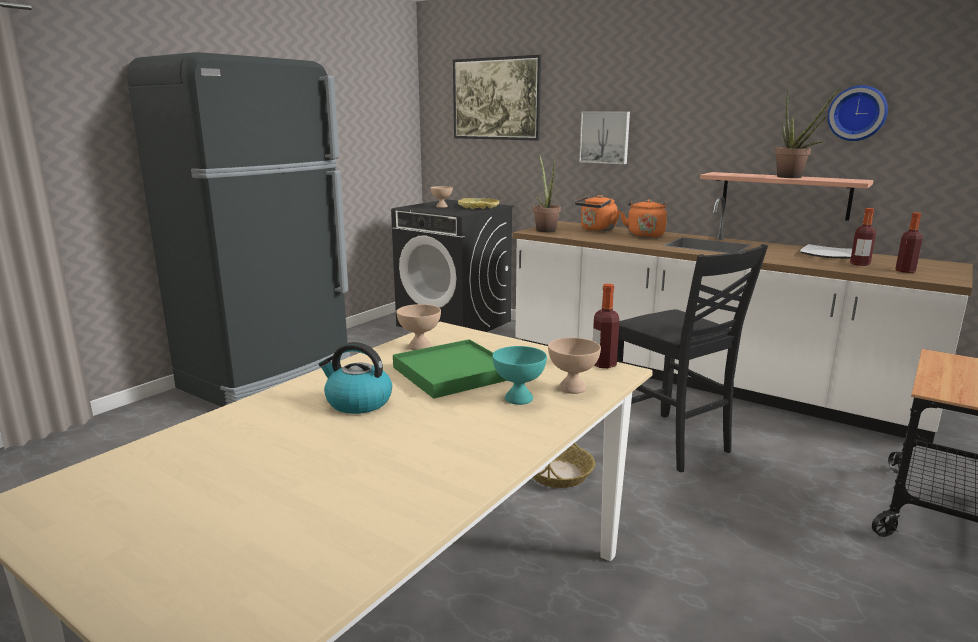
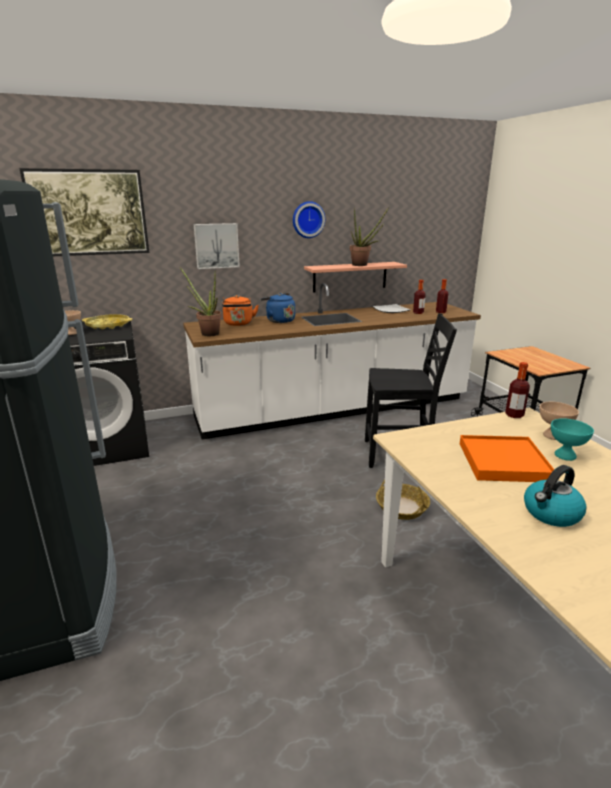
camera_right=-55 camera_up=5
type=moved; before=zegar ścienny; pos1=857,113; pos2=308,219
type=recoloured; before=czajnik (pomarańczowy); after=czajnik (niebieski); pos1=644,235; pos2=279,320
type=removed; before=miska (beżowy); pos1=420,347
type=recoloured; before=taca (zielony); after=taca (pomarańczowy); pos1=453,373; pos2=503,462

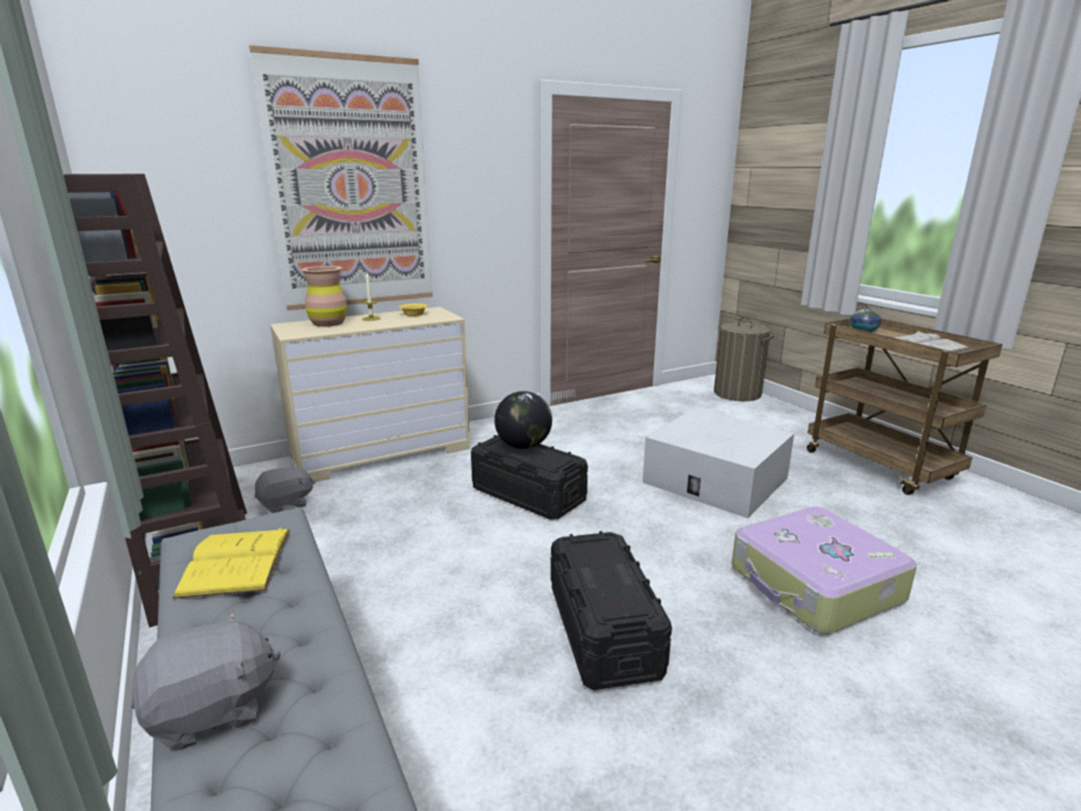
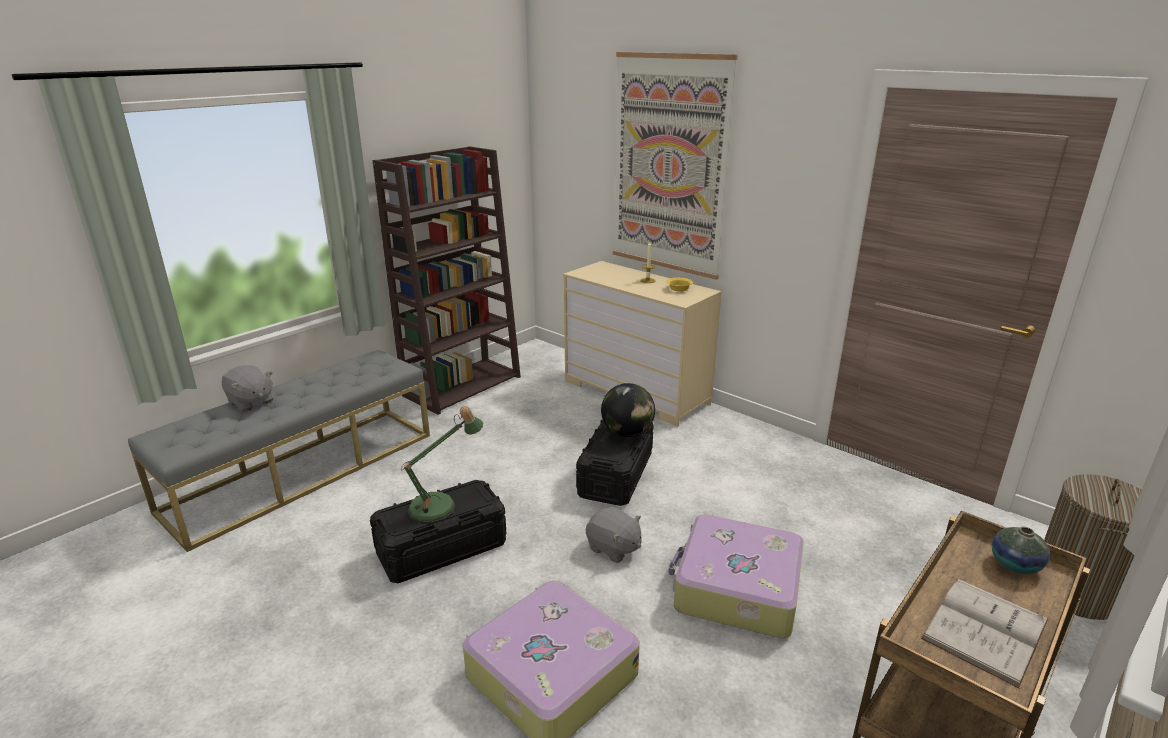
camera_right=70 camera_up=5
type=removed; before=wazon (brązowy); pos1=328,323
type=replaced; before=pojemnik do przechowywania (biały); after=walizka; pos1=715,480; pos2=735,589
type=moved; before=pluszak (szary); pos1=286,504; pos2=613,548
type=removed; before=książka (żółty); pos1=236,562
type=added; after=lampa stołowa; pos2=440,506

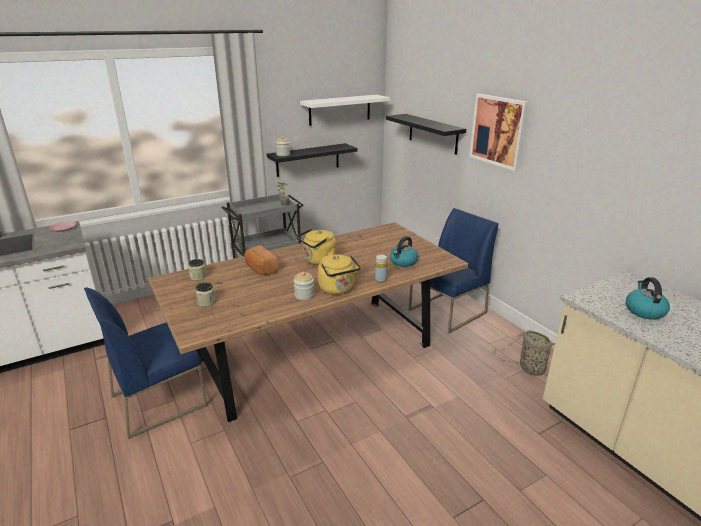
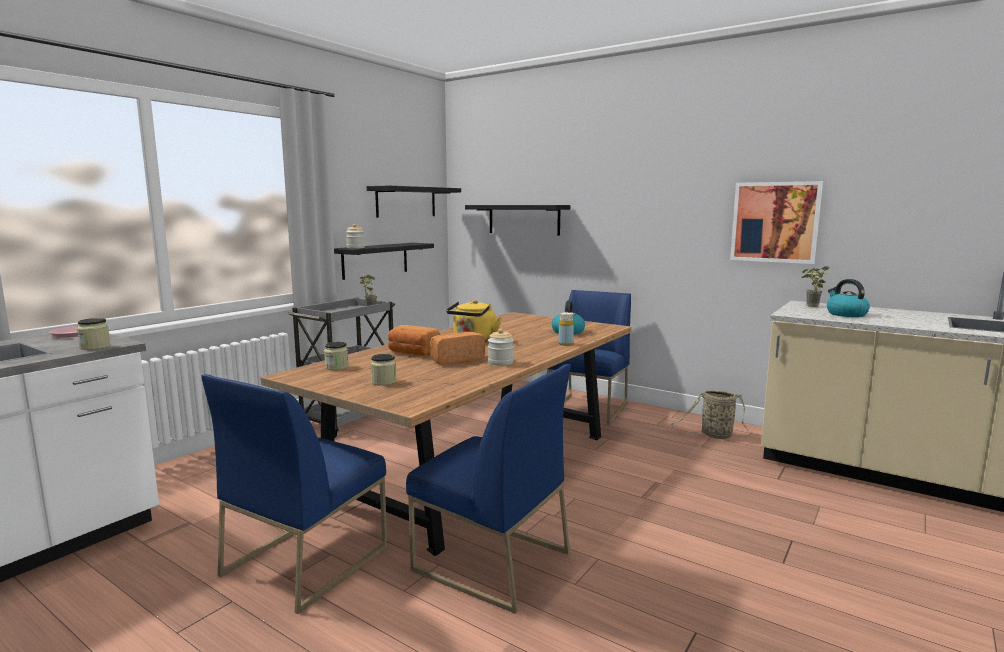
camera_right=-25 camera_up=-15
type=moved; before=obraz; pos1=498,131; pos2=775,222
type=recoloured; before=półka (biały); after=półka (czarny); pos1=340,110; pos2=406,202
type=removed; before=czajnik (żółty); pos1=338,289
type=added; after=roślina doniczkowa; pos2=810,306
type=added; after=słoik; pos2=95,347
type=added; after=chleb; pos2=455,360
type=added; after=krzesło (niebieski); pos2=490,561

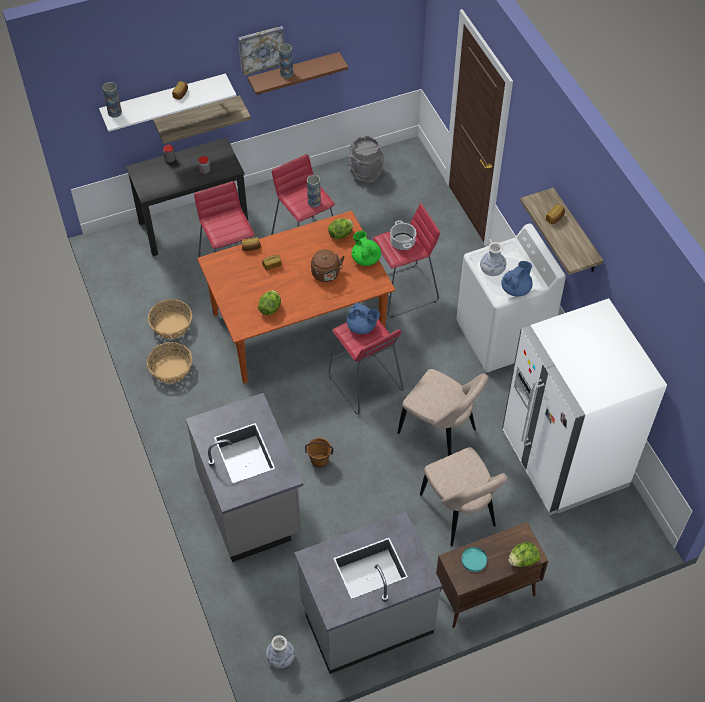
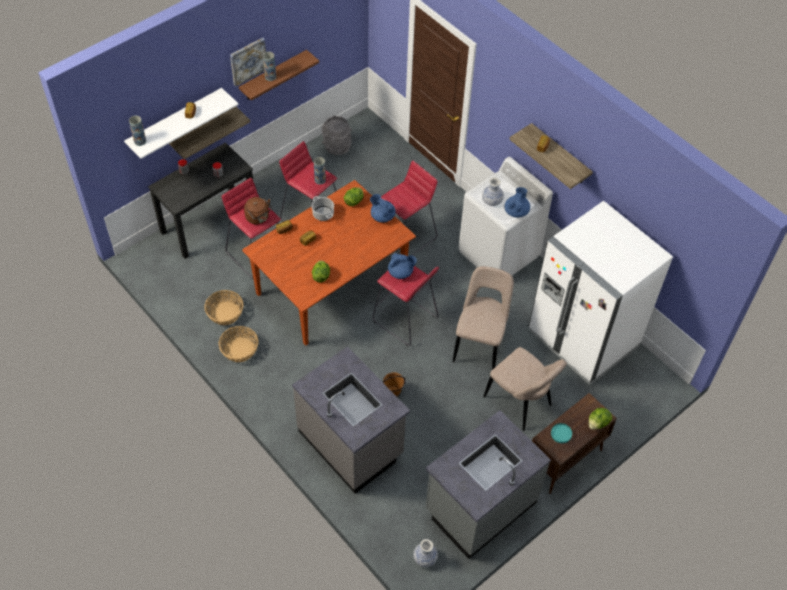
camera_right=-20 camera_up=0
type=moved; before=garnek; pos1=402,242; pos2=323,214
type=recoloured; before=imbryk (zielony); after=imbryk (niebieski); pos1=365,258; pos2=382,216
type=moved; before=czajnik (brązowy); pos1=326,275; pos2=258,218
type=turned; before=krzesło (beżowy); pos1=440,433; pos2=480,344; turn=-90

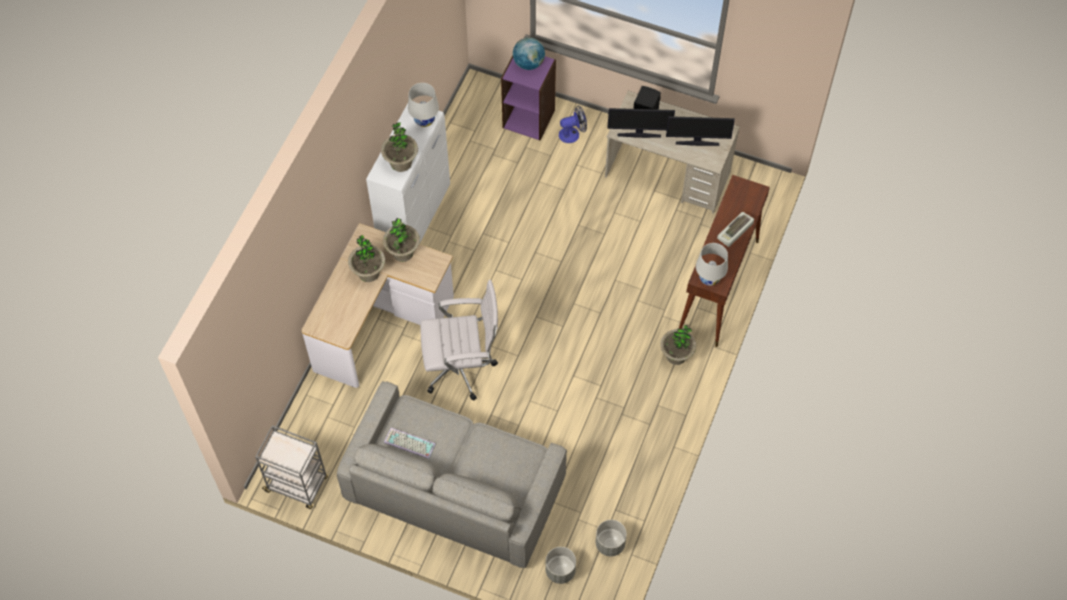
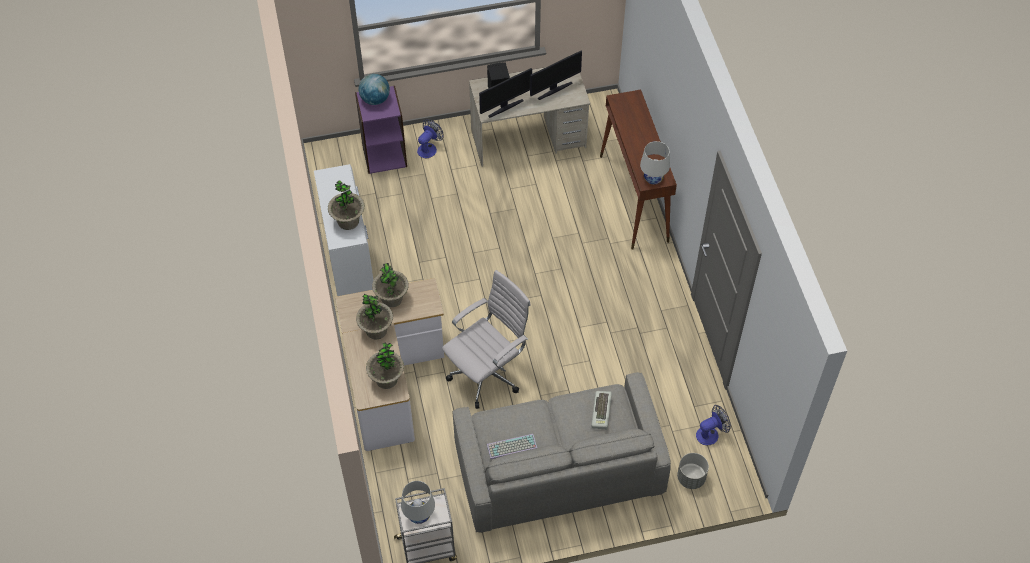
camera_right=-35 camera_up=-5
type=moved; before=lampa stołowa (biały); pos1=424,120; pos2=419,515
type=moved; before=klawiatura; pos1=735,231; pos2=602,412
type=moved; before=roślina doniczkowa; pos1=676,355; pos2=386,379
type=replaced; before=donica (szary); after=wentylator; pos1=610,543; pos2=711,433

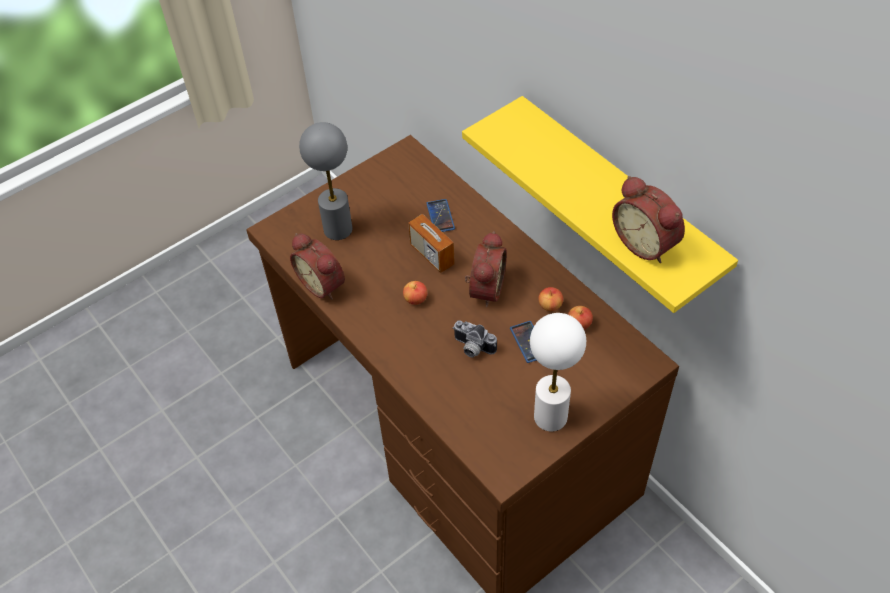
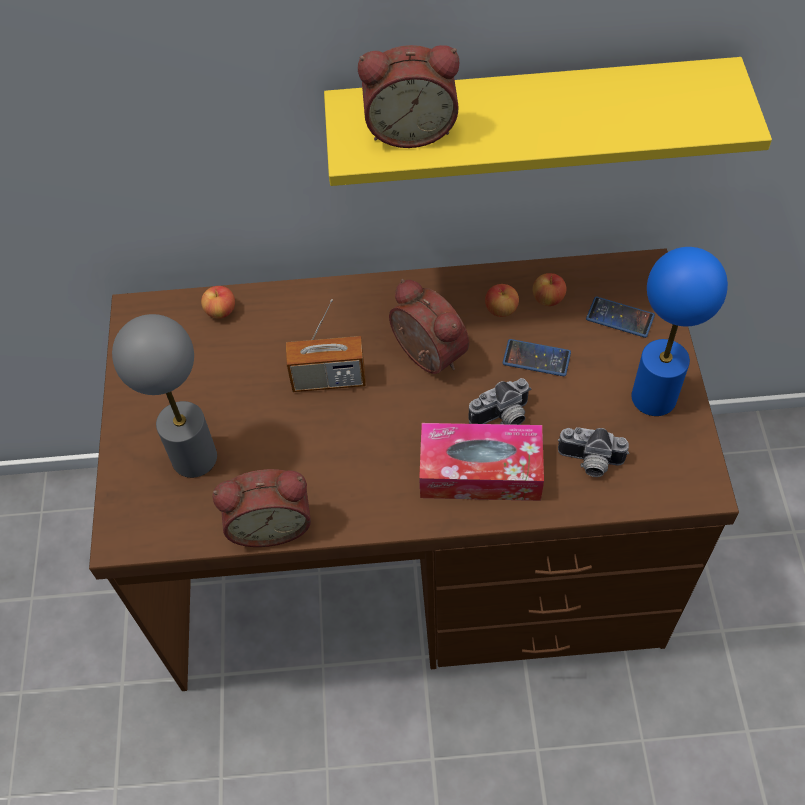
camera_right=-55 camera_up=5
type=moved; before=budzik; pos1=646,243; pos2=410,128
type=moved; before=telefon; pos1=440,216; pos2=620,317
type=moved; before=jabłko; pos1=415,299; pos2=220,311
type=recoloured; before=lampa stołowa (biały); after=lampa stołowa (niebieski); pos1=551,416; pos2=653,396
type=added; after=pudełko chusteczek; pos2=480,471
type=added; after=aparat fotograficzny; pos2=589,463

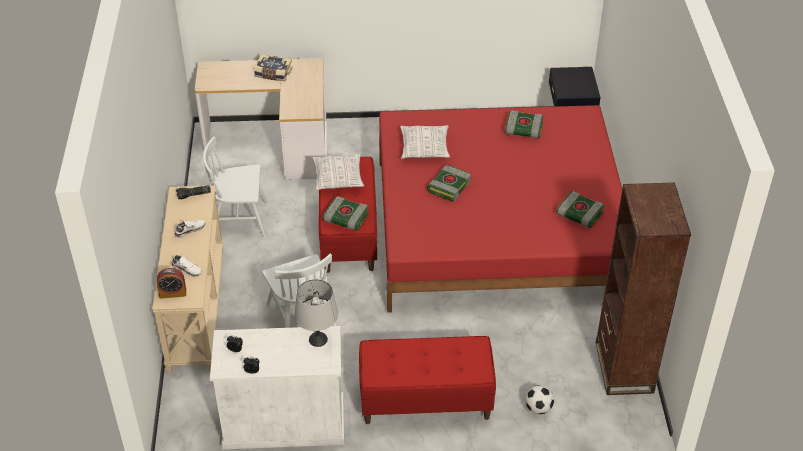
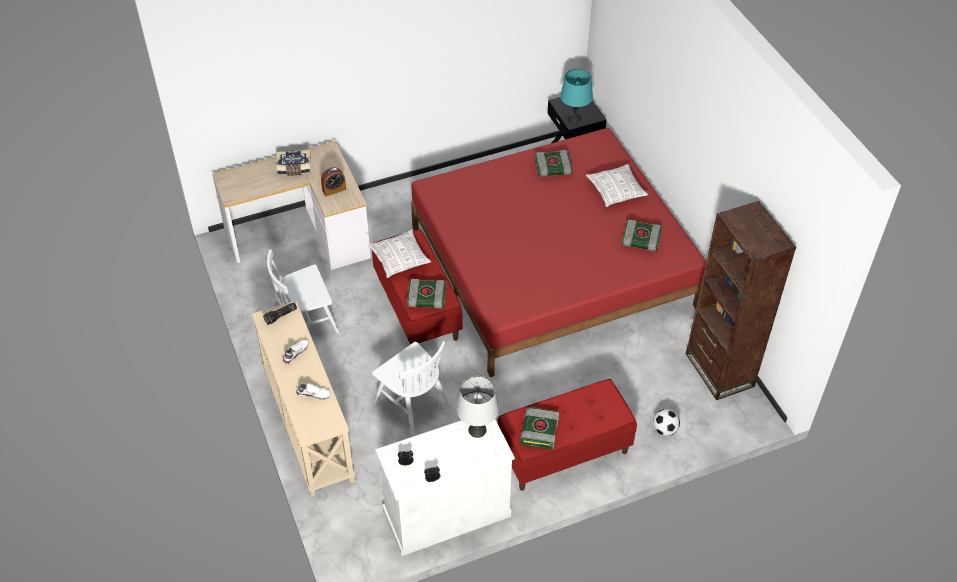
camera_right=-20 camera_up=5
type=moved; before=poduszka; pos1=424,148; pos2=616,191
type=moved; before=książka; pos1=449,186; pos2=539,431
type=moved; before=budzik; pos1=172,293; pos2=334,190
type=added; after=lampa stołowa (turkusowy); pos2=574,118

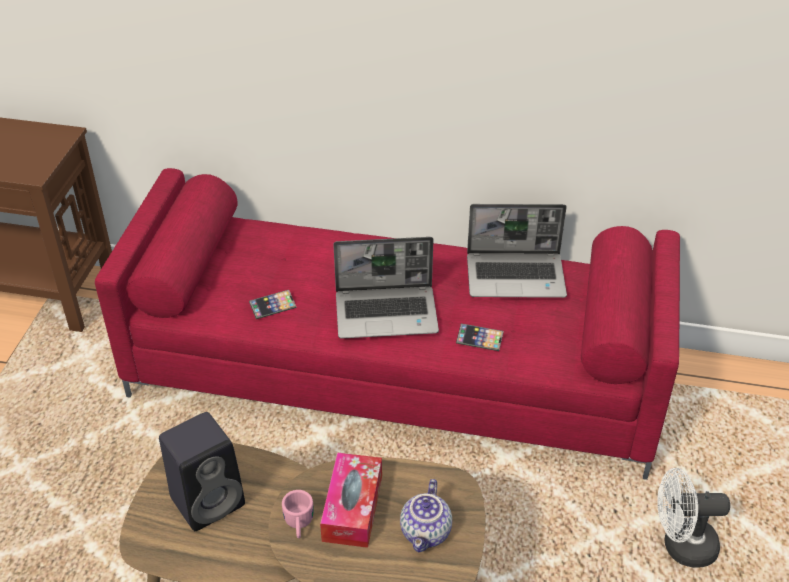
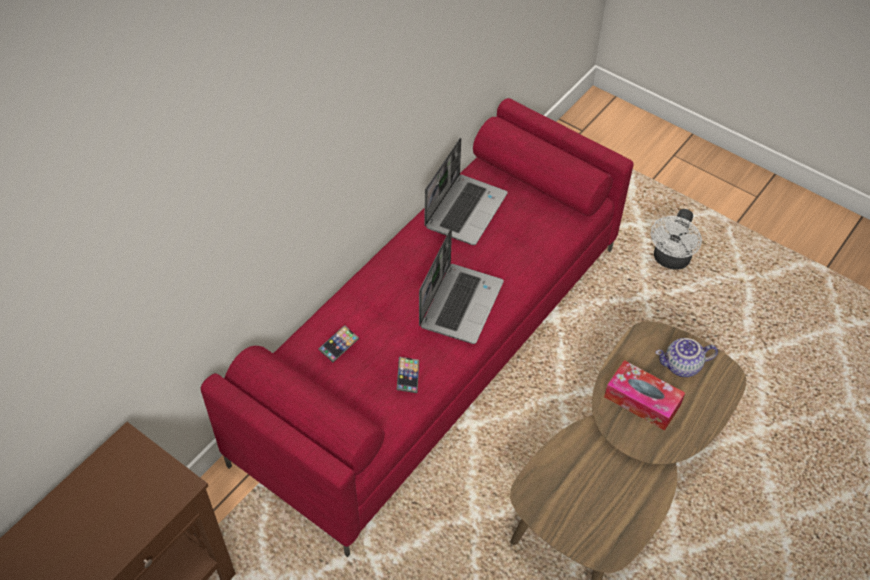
camera_right=-65 camera_up=10
type=moved; before=telefon; pos1=479,339; pos2=339,345
type=removed; before=głośnik (czarny); pos1=209,500
type=turned; before=imbryk; pos1=427,533; pos2=682,366; turn=135
type=removed; before=kubek (różowy); pos1=299,525

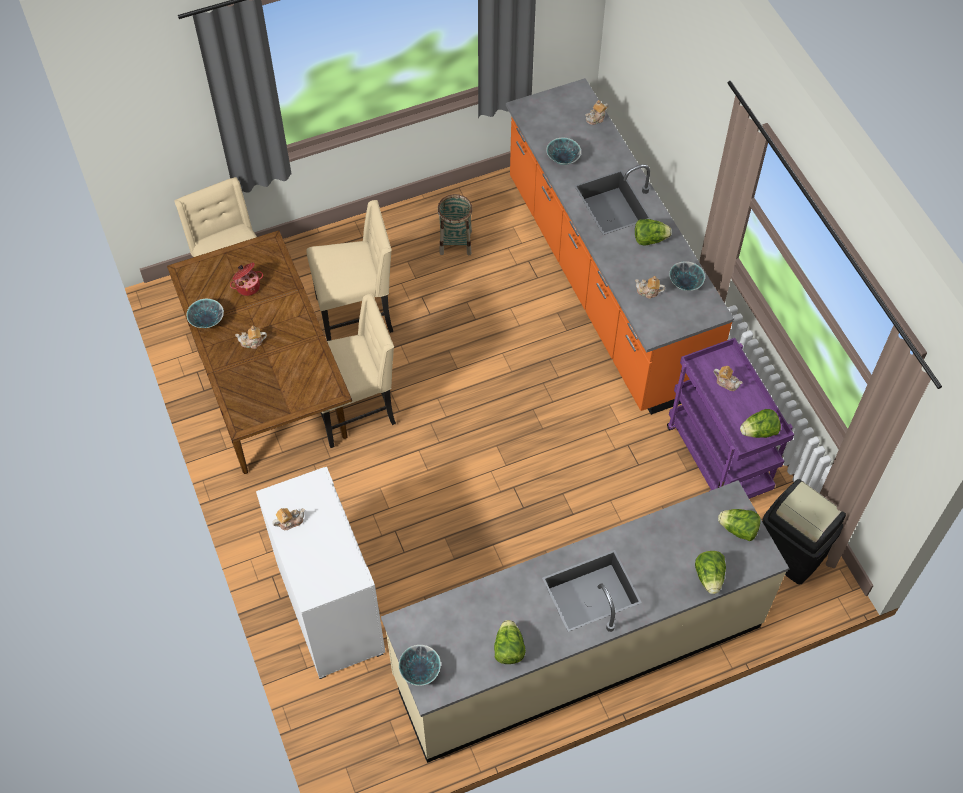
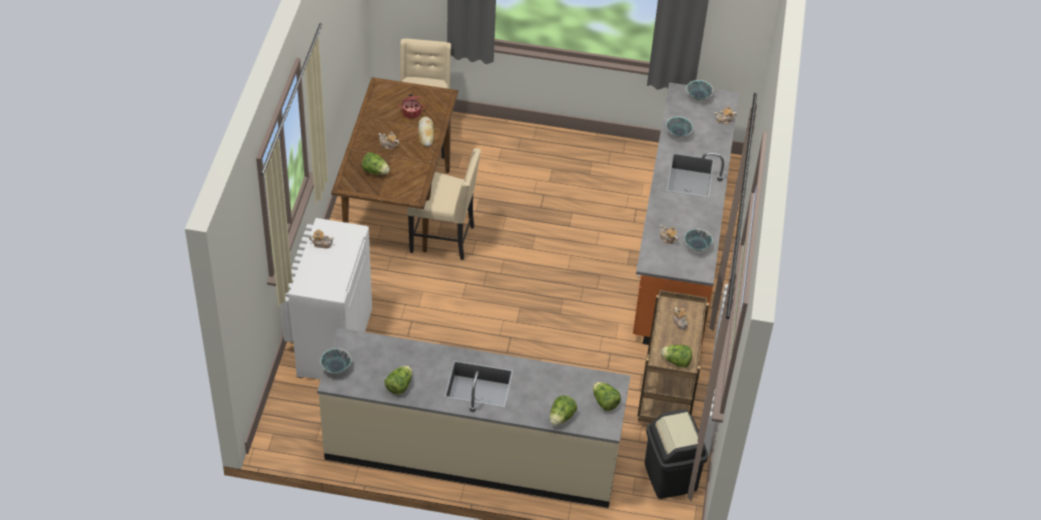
camera_right=30 camera_up=-10
type=removed; before=koszyk; pos1=455,242
type=removed; before=krzesło (beżowy); pos1=356,315
type=moved; before=sałata; pos1=650,239; pos2=375,171
type=moved; before=miska; pos1=207,322; pos2=698,97
type=recoloured; before=wózek (fioletowy); after=wózek (brązowy); pos1=719,459; pos2=668,395
type=added; after=chleb; pos2=426,134

